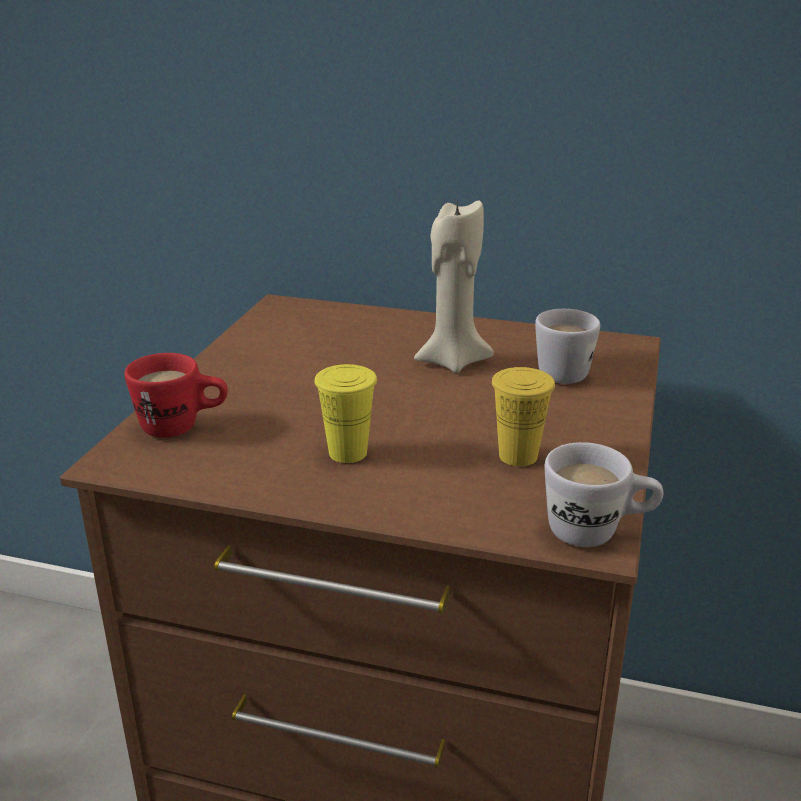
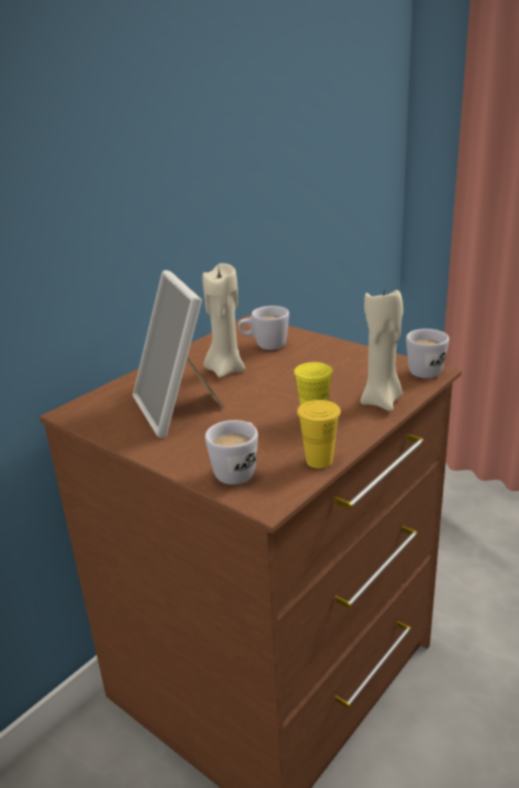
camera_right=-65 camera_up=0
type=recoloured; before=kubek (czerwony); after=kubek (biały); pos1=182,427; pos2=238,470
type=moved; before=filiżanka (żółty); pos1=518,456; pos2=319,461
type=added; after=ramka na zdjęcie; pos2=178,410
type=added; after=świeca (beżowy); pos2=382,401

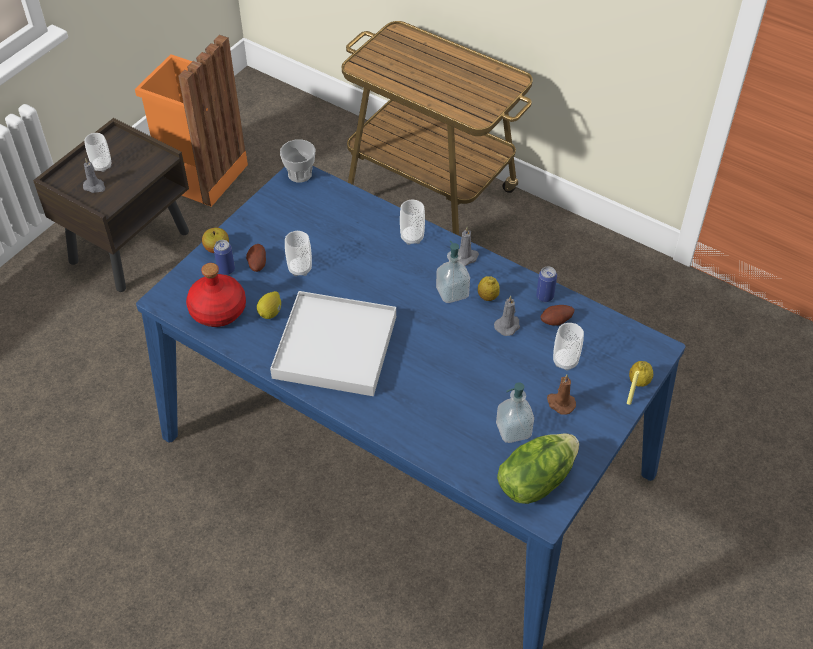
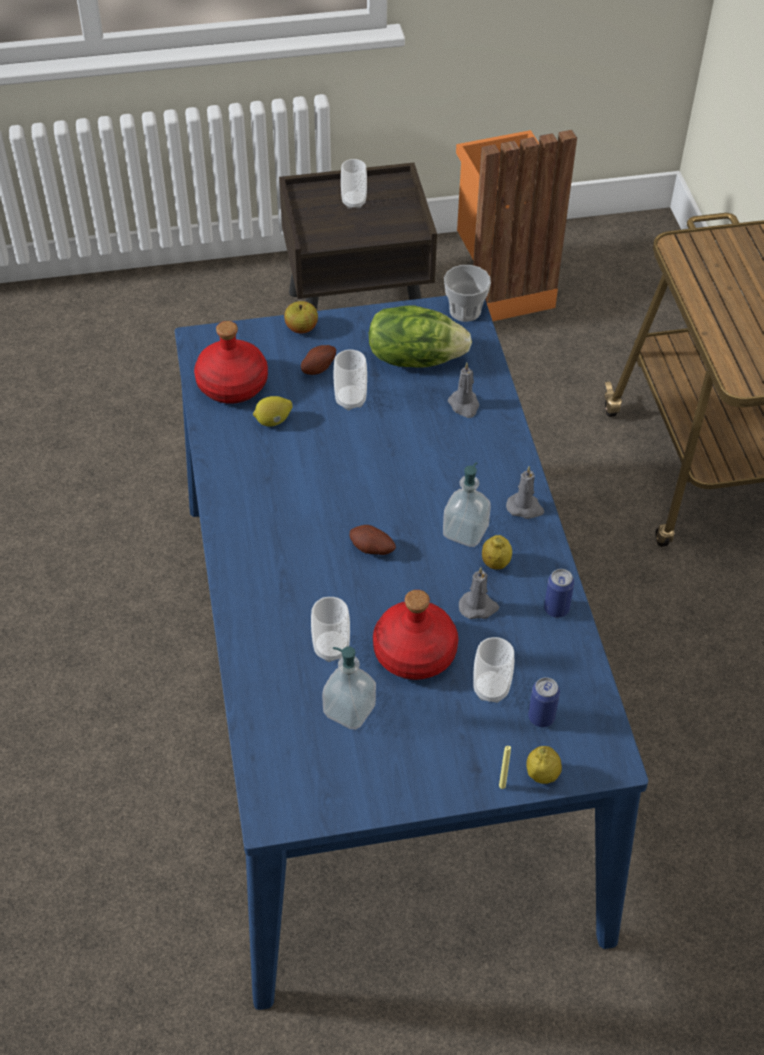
camera_right=45 camera_up=0
type=moved; before=świeca (szary); pos1=95,186; pos2=464,405
type=moved; before=filiżanka; pos1=412,237; pos2=331,648
type=moved; before=puszka; pos1=226,270; pos2=541,717
type=removed; before=taca (biały); pos1=335,346
type=moved; before=ziemniak; pos1=556,322; pos2=371,550
type=removed; before=świeca (brązowy); pos1=560,403
type=moved; before=sałata; pos1=535,480; pos2=415,357
type=added; after=butelka (czerwony); pos2=414,653

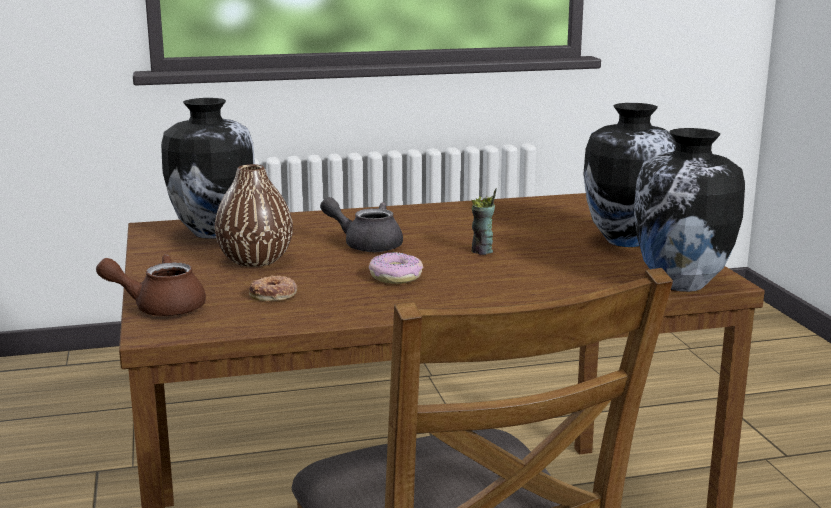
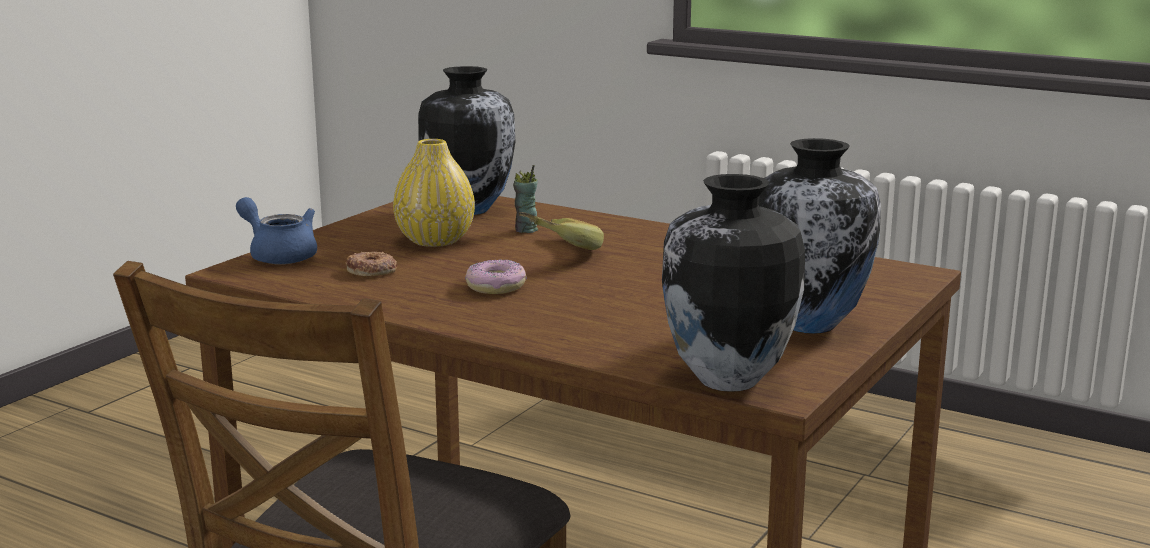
camera_right=45 camera_up=0
type=recoloured; before=wazon (brązowy); after=wazon (żółty); pos1=255,260; pos2=435,240
type=moved; before=filiżanka; pos1=482,251; pos2=526,230
type=replaced; before=imbryk (szary); after=banan; pos1=366,245; pos2=553,253
type=recoloured; before=imbryk (brązowy); after=imbryk (niebieski); pos1=160,307; pos2=279,255

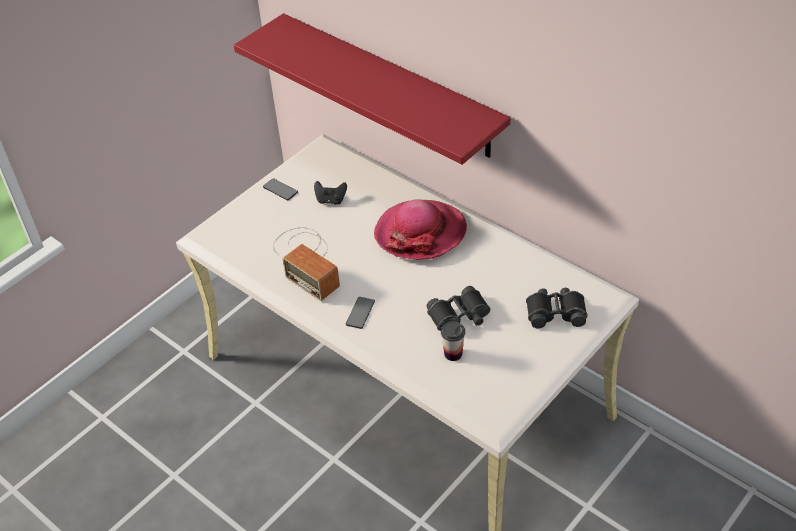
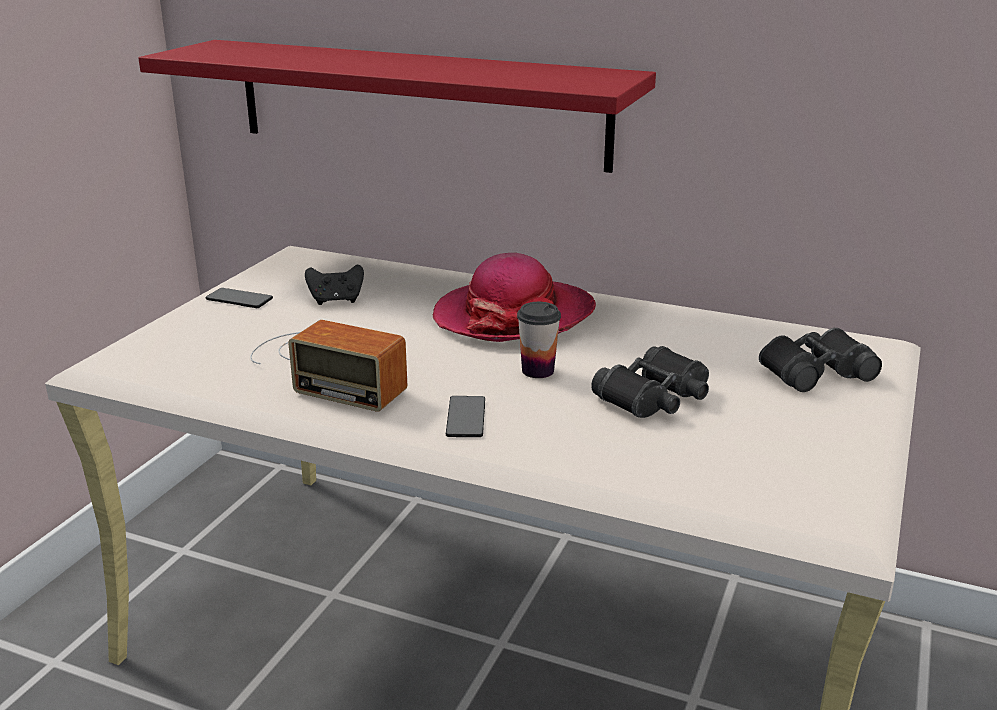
camera_right=-20 camera_up=-20
type=moved; before=filiżanka; pos1=453,354; pos2=538,371

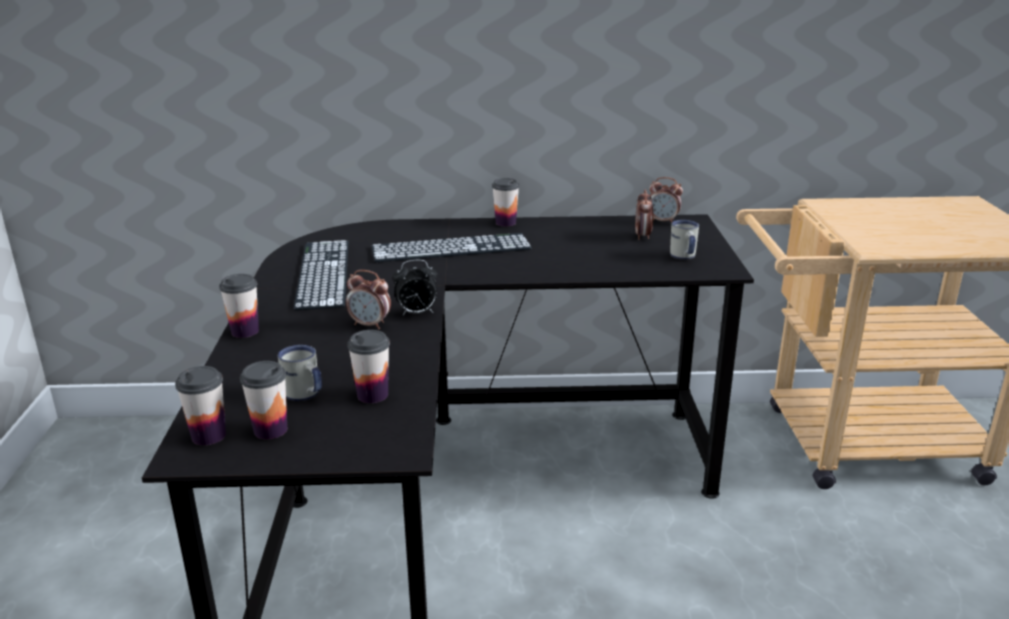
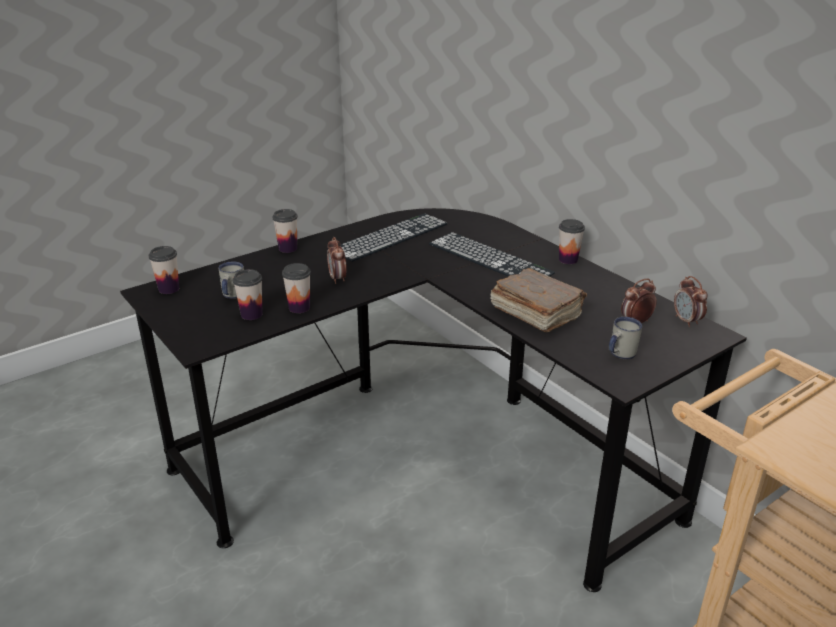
camera_right=55 camera_up=5
type=removed; before=budzik; pos1=417,313
type=moved; before=filiżanka; pos1=270,430; pos2=299,308
type=added; after=książka (brązowy); pos2=535,313

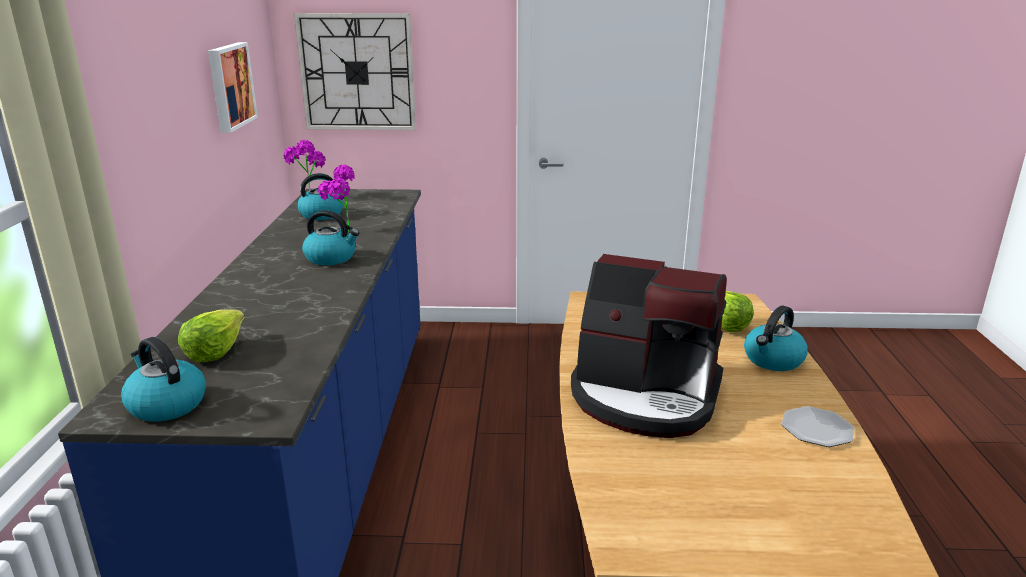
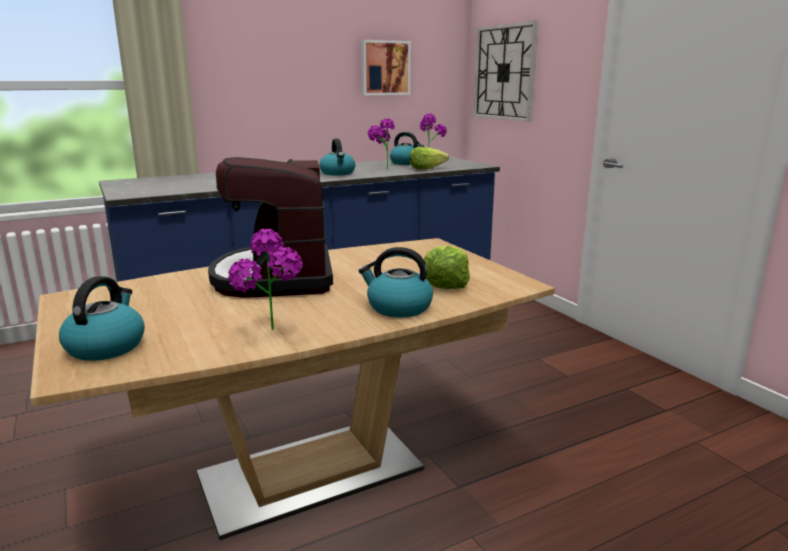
camera_right=60 camera_up=-5
type=moved; before=sałata; pos1=214,351; pos2=426,168
type=moved; before=czajnik; pos1=166,404; pos2=106,346
type=replaced; before=talerz; after=roślina doniczkowa; pos1=817,429; pos2=272,334

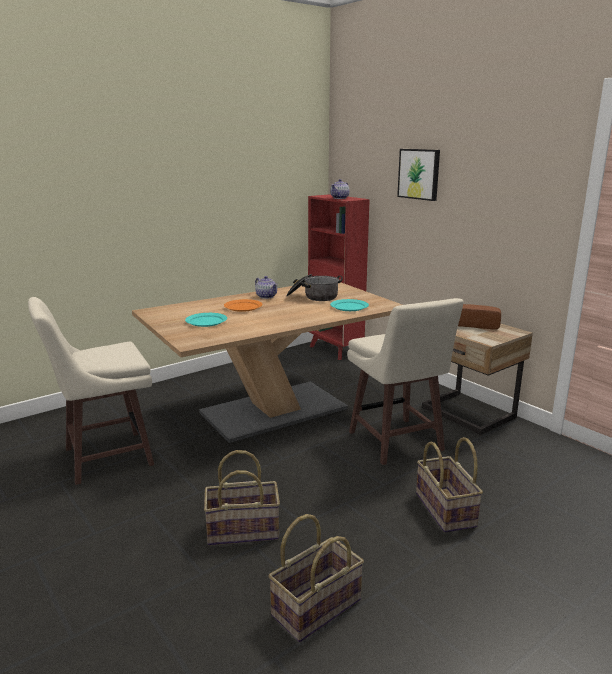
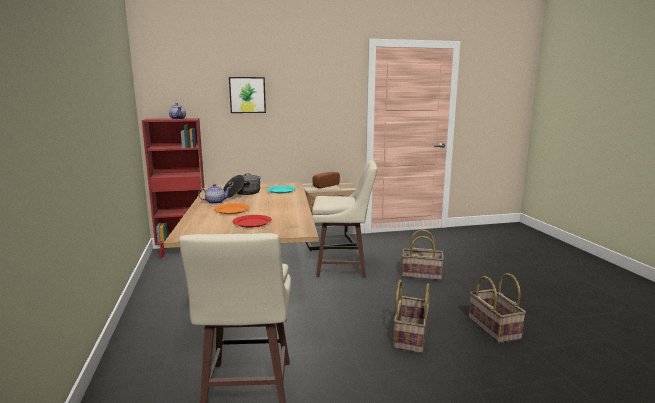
camera_right=-65 camera_up=-5
type=recoloured; before=talerz (turkusowy); after=talerz (czerwony); pos1=206,321; pos2=252,222

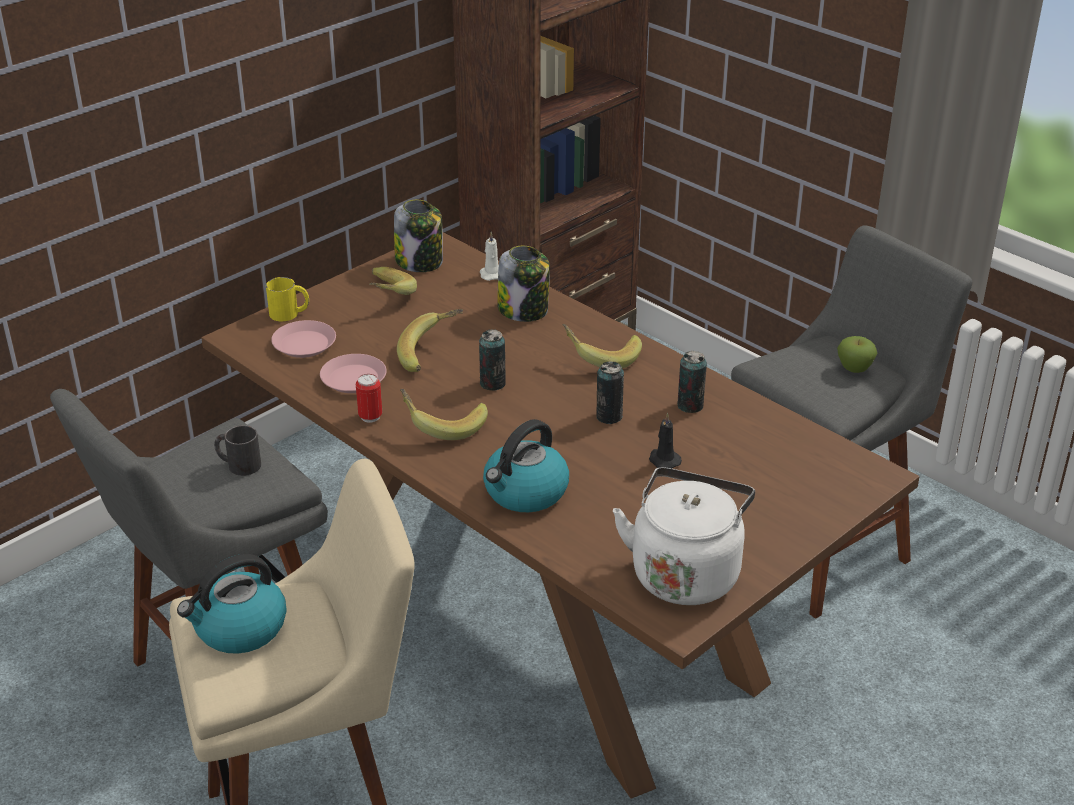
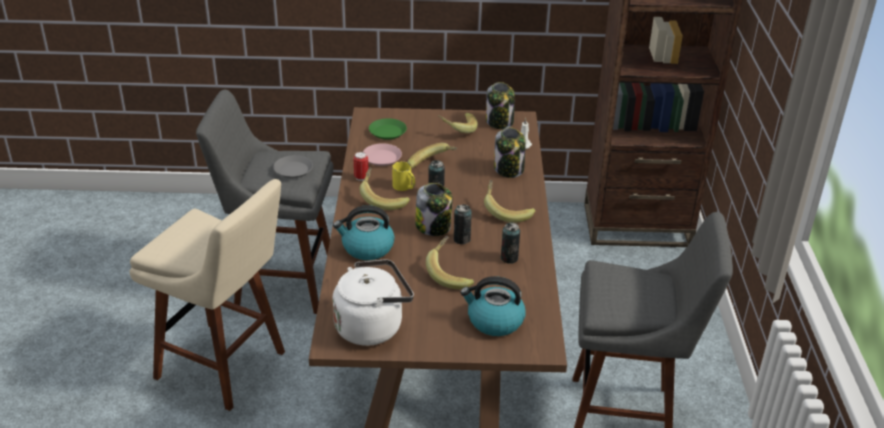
camera_right=45 camera_up=0
type=moved; before=kubek (żółty); pos1=290,313; pos2=404,187
type=recoloured; before=talerz (różowy); after=talerz (zielony); pos1=305,344; pos2=388,132
type=removed; before=jabłko; pos1=854,369
type=replaced; before=świeca (czarny); after=banan; pos1=663,460; pos2=451,274
type=replaced; before=kubek (czarny); after=talerz (szary); pos1=238,464; pos2=293,170
type=moved; before=czajnik; pos1=239,629; pos2=494,321
type=added; after=słoik; pos2=433,227

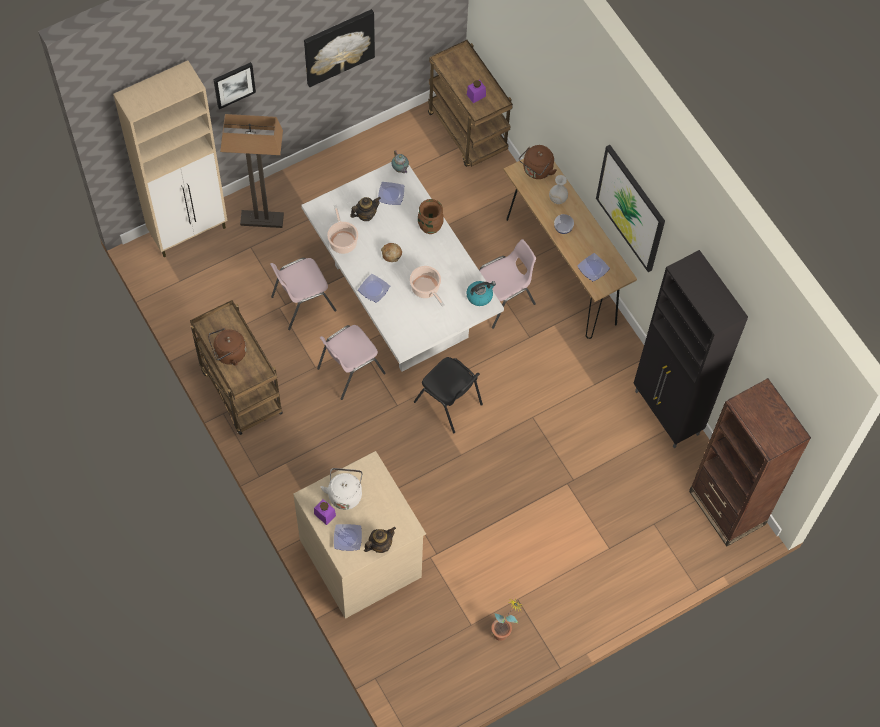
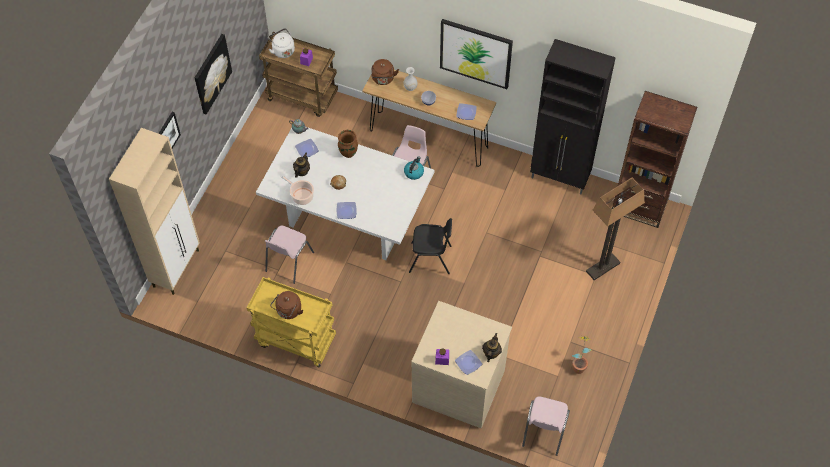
camera_right=-35 camera_up=-5
type=moved; before=lampa stojąca; pos1=261,220; pos2=602,267
type=removed; before=garnek; pos1=426,289
type=recoloured; before=wózek (brązowy); after=wózek (żółty); pos1=239,390; pos2=295,341
type=moved; before=krzesło (różowy); pos1=350,370; pos2=544,432
type=moved; before=czajnik (biały); pos1=345,493; pos2=282,50

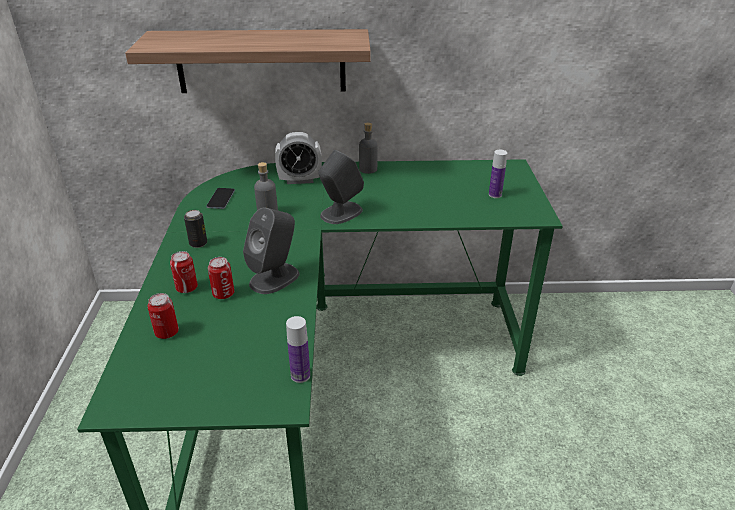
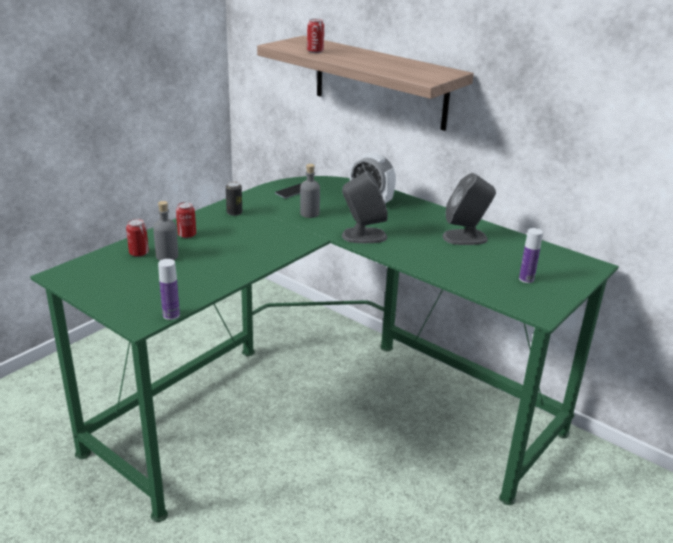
camera_right=40 camera_up=-5
type=moved; before=butelka (szary); pos1=368,169; pos2=167,256
type=moved; before=głośnik (szary); pos1=275,278; pos2=465,237
type=moved; before=puszka; pos1=223,294; pos2=315,51

